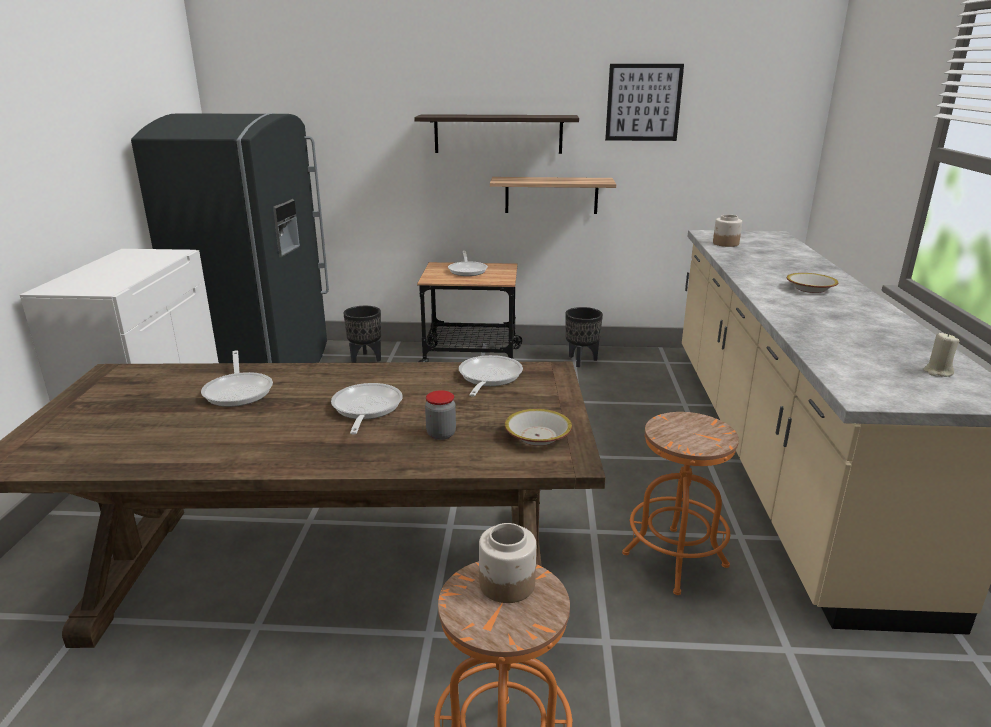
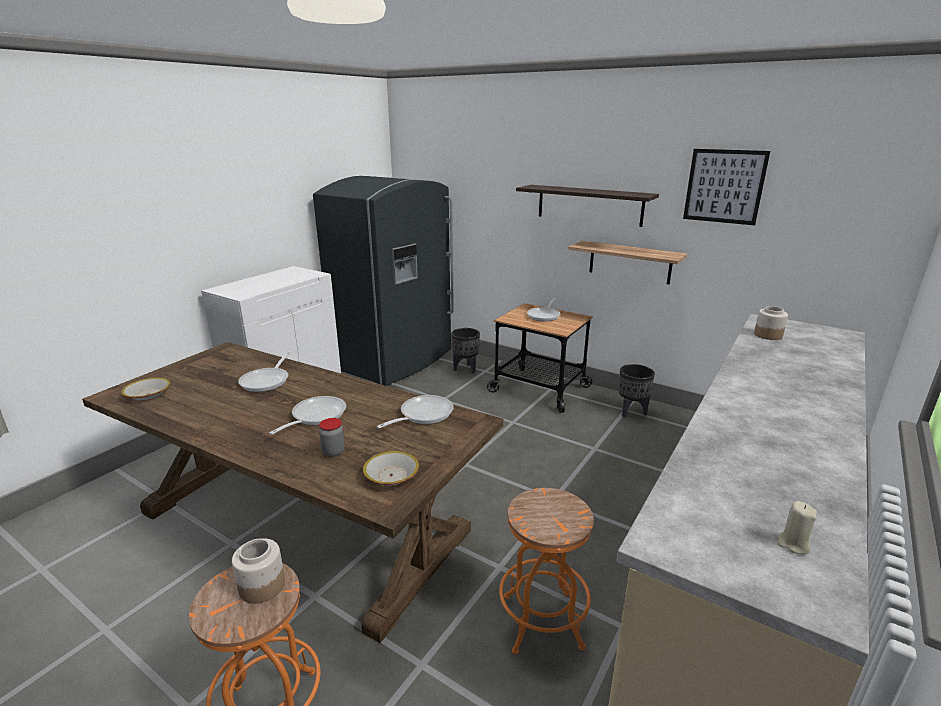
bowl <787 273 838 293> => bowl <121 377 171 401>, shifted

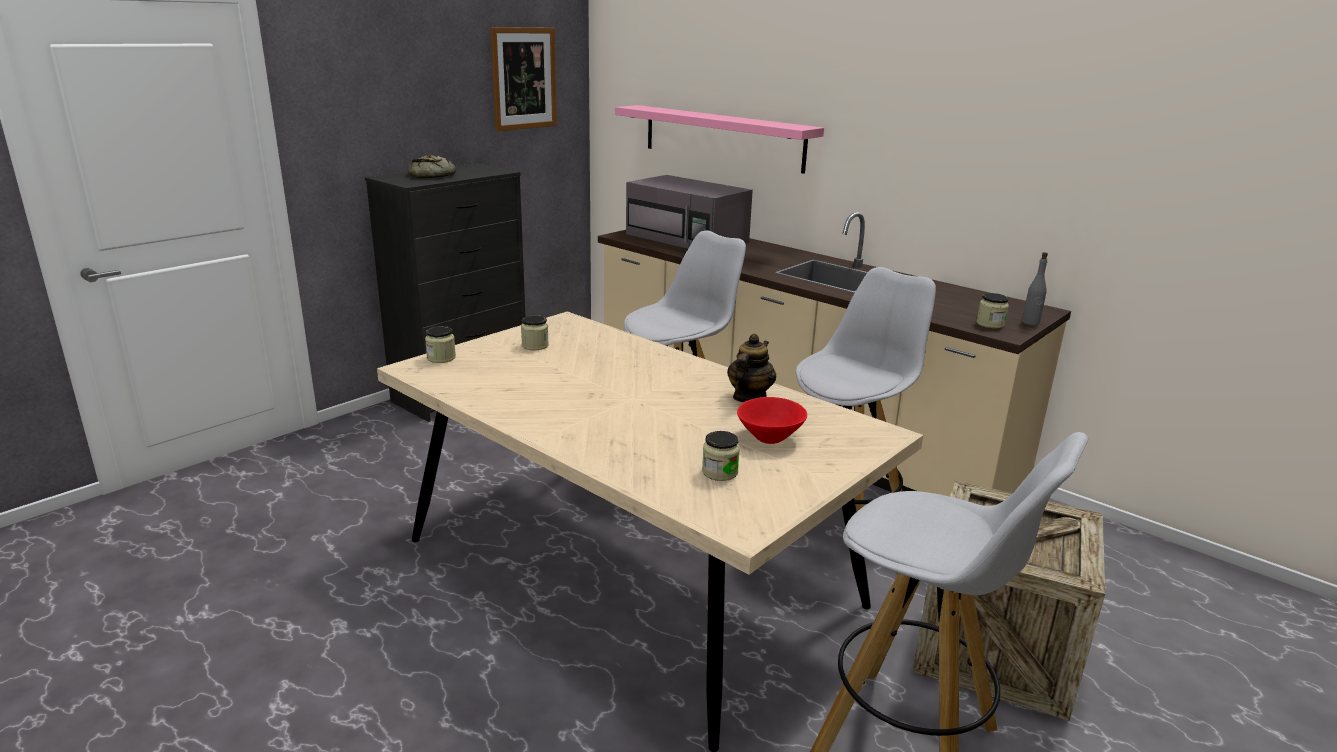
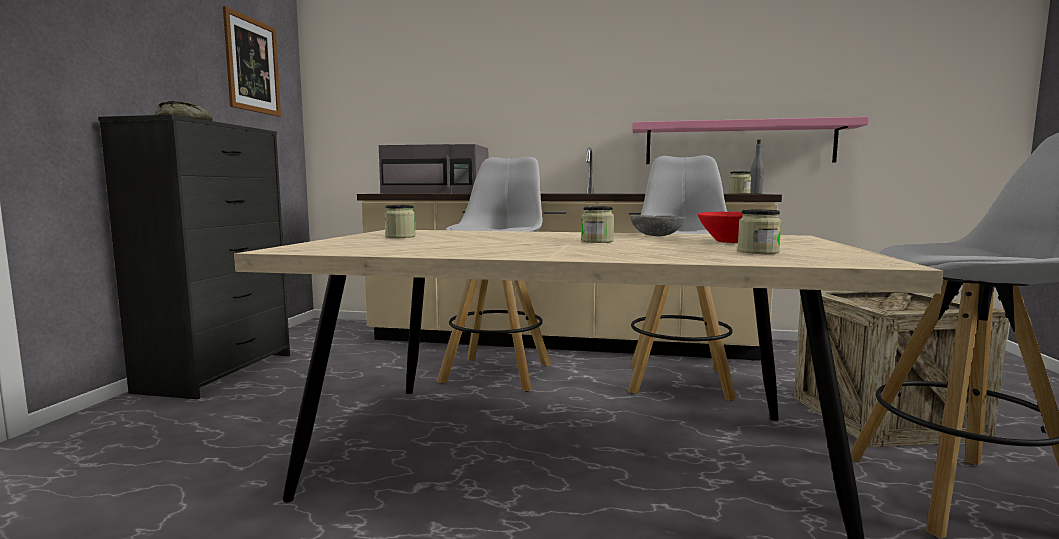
jar <425 326 456 363> => jar <581 206 614 243>, shifted
pink shelf <615 105 824 174> => pink shelf <632 117 869 164>, shifted
teapot <727 334 776 402> => grey bowl <630 215 686 237>

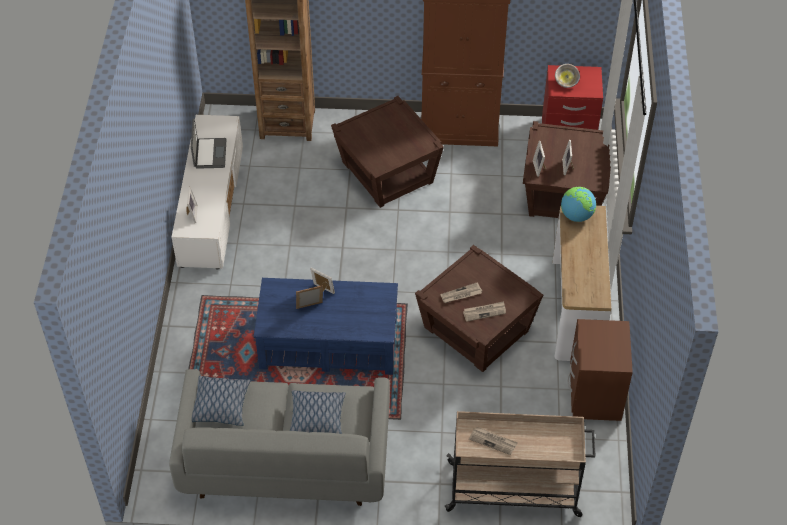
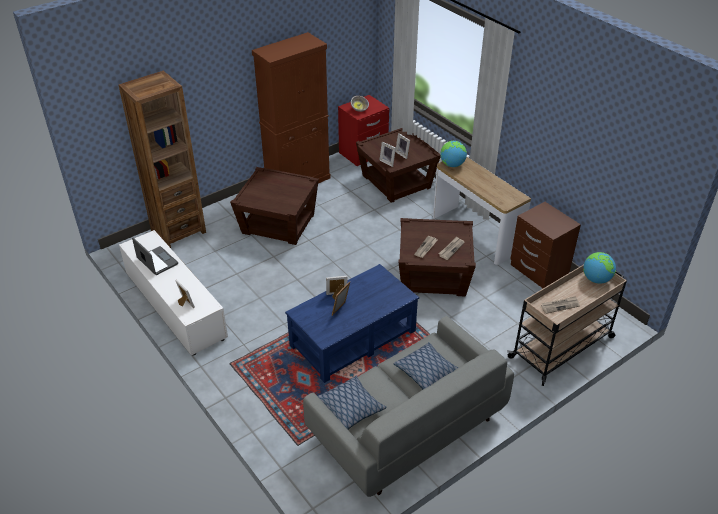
nothing => globe <583 252 616 284>

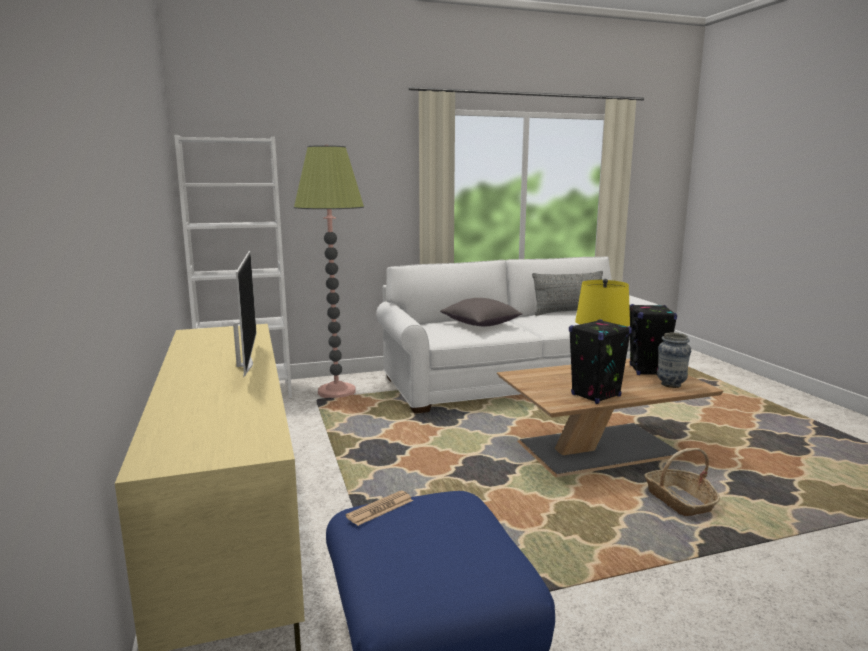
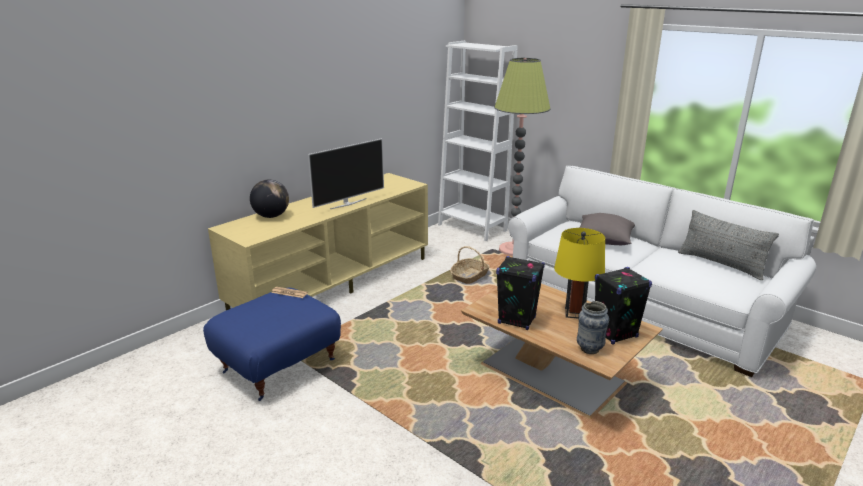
nothing => globe <250 180 289 218>
basket <644 448 720 516> => basket <450 246 490 284>, shifted

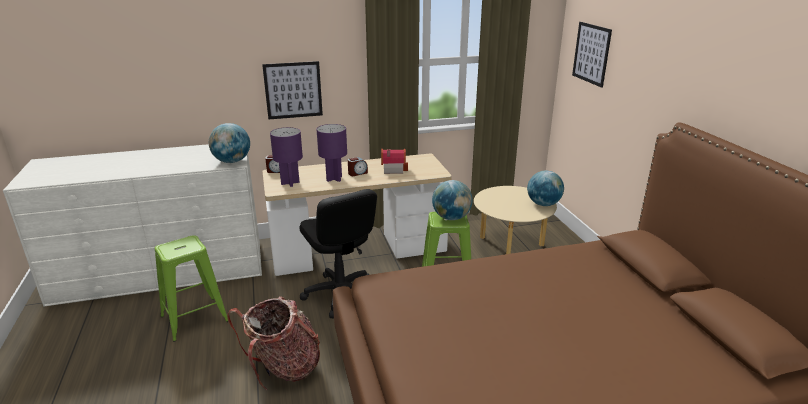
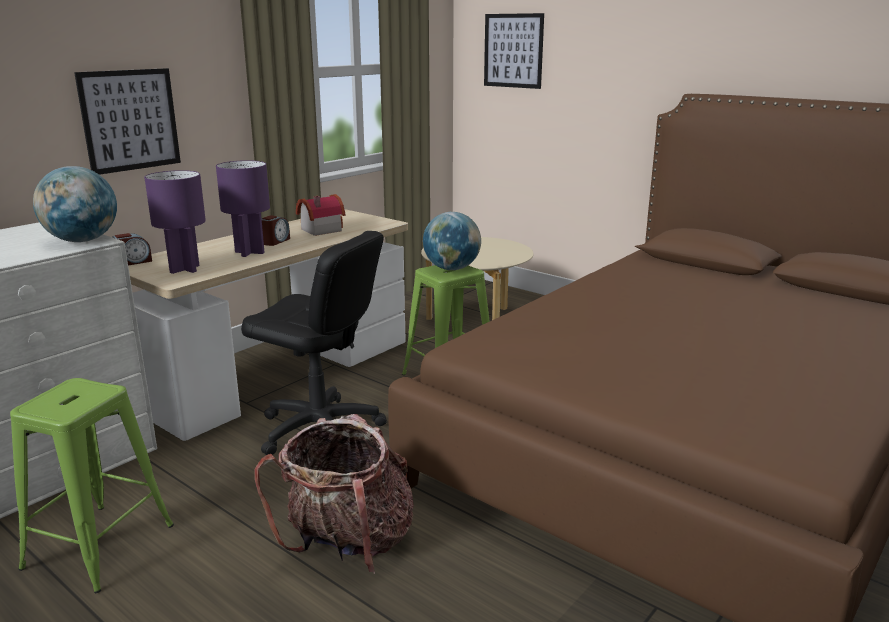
globe <527 171 564 206> => nothing

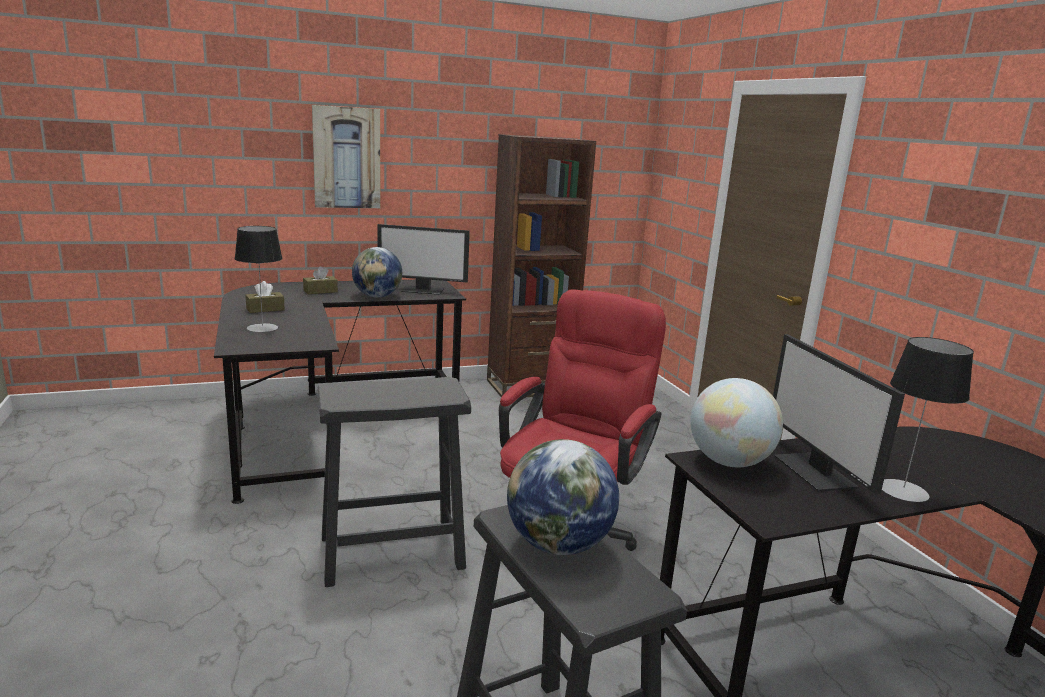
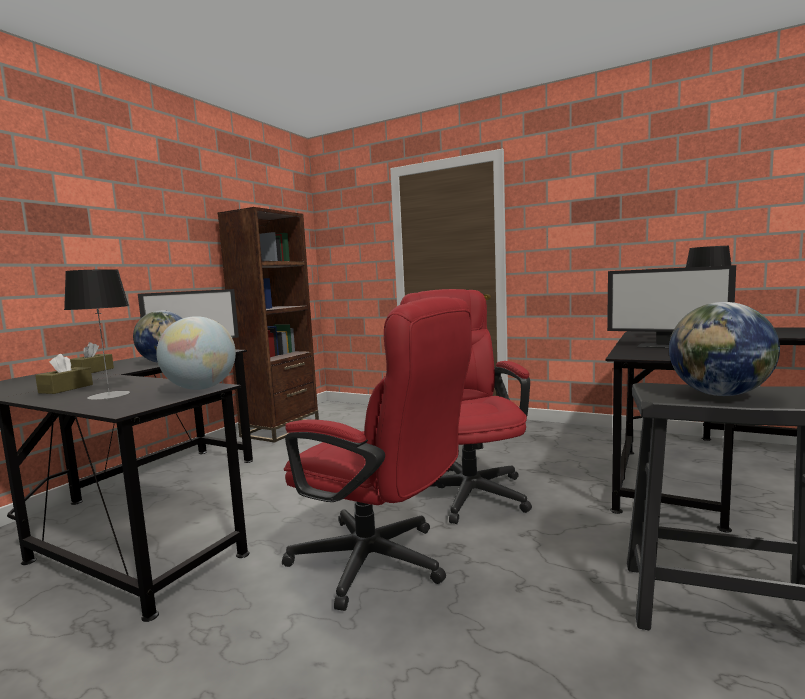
picture <312 105 380 208> => nothing
globe <690 378 783 467> => globe <156 316 236 390>, shifted
black stool <318 377 471 587> => red office chair <282 297 472 611>

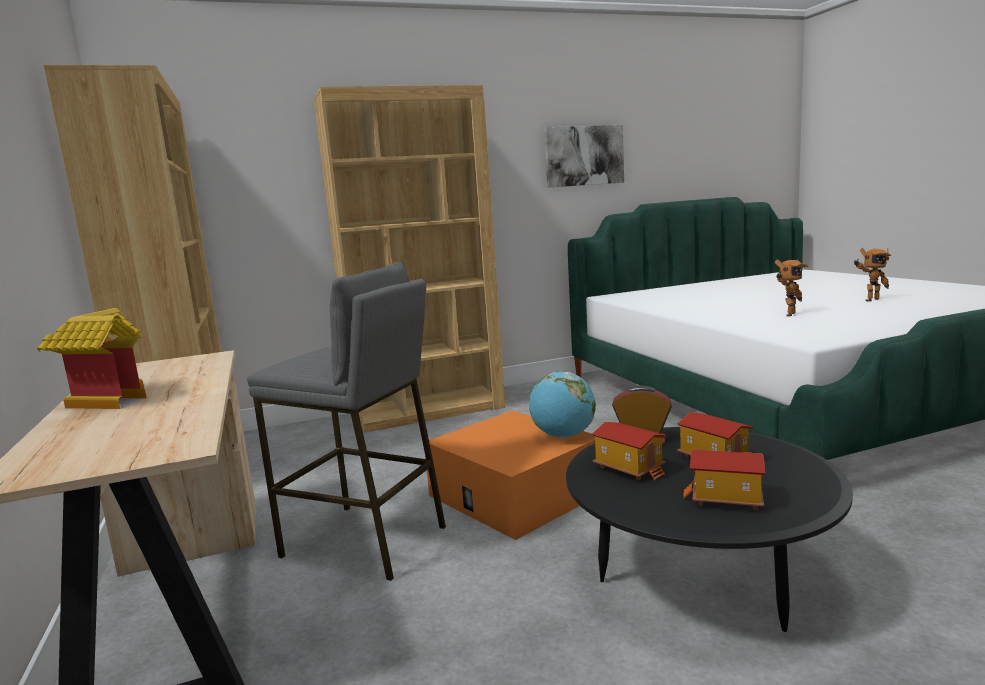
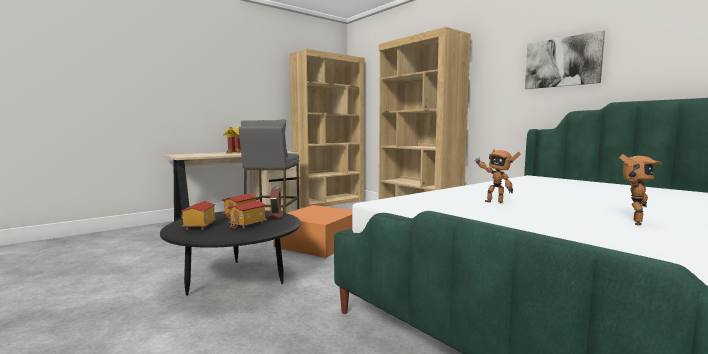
globe <529 372 596 438> => nothing
toy robot <854 248 891 301> => toy robot <619 154 663 226>, 105 degrees counterclockwise

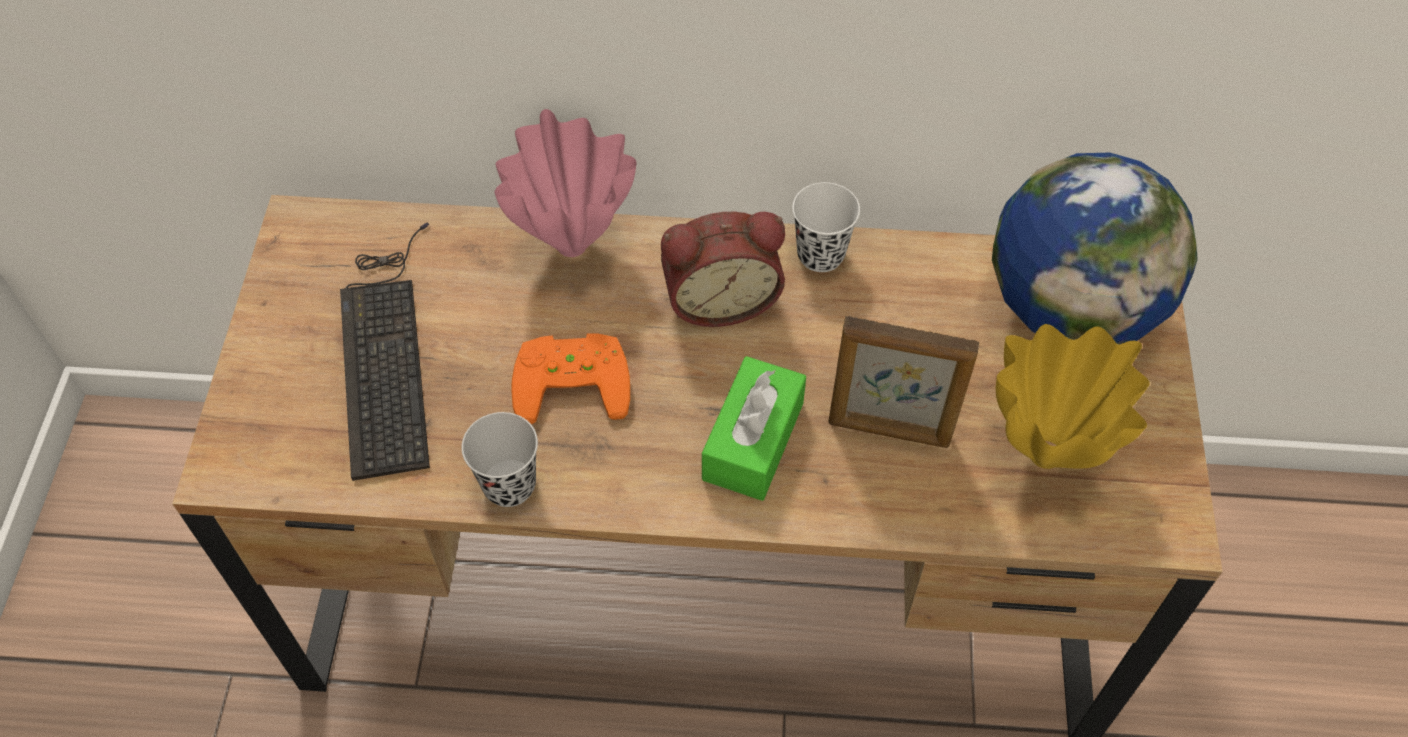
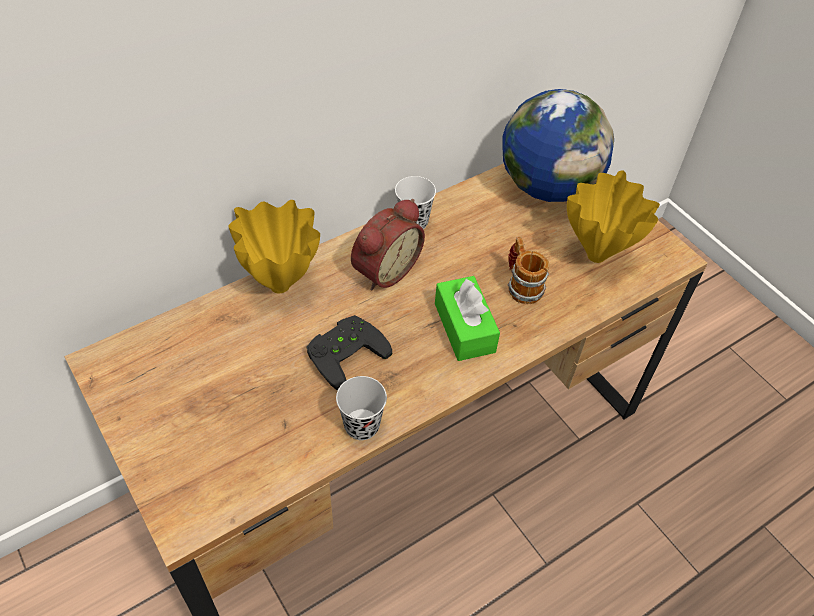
keyboard <340 223 430 481> => nothing
picture frame <829 316 979 448> => mug <508 237 549 304>
pink vase <494 109 637 257> => yellow vase <229 200 320 293>
orange game controller <512 333 630 424> => black game controller <306 315 392 391>

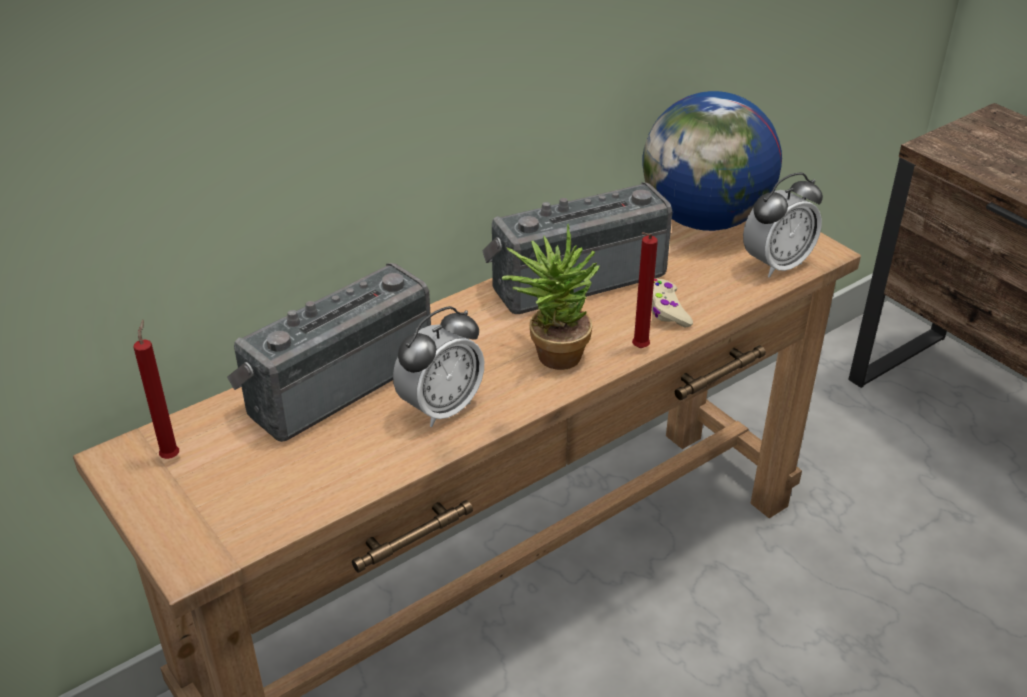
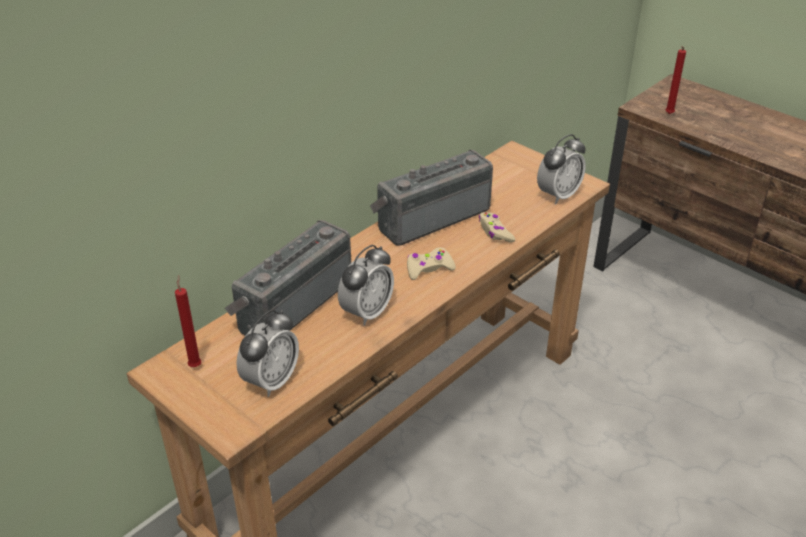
globe <642 91 782 231> => nothing
nothing => alarm clock <236 310 299 397>
red candle <632 232 658 348> => red candle <665 46 686 114>, shifted
potted plant <502 224 599 370> => beige game controller <407 247 456 280>

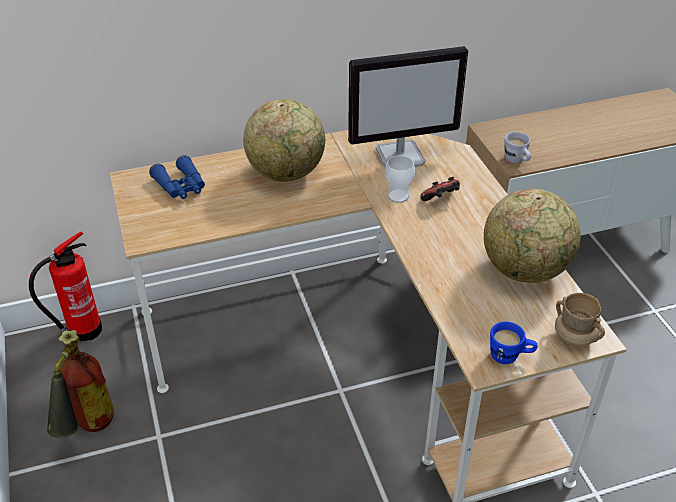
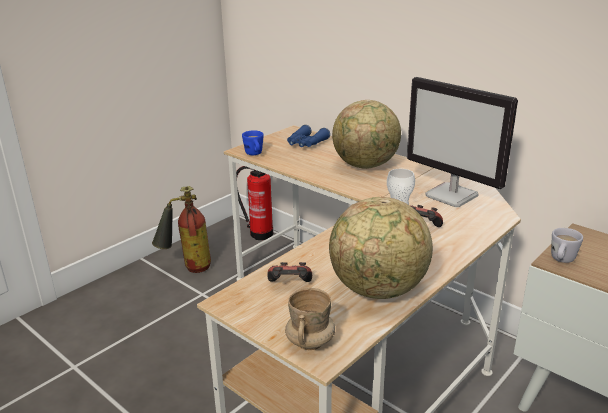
nothing => game controller <267 262 312 282>
blue mug <490 322 538 364> => blue mug <242 130 263 155>, shifted

